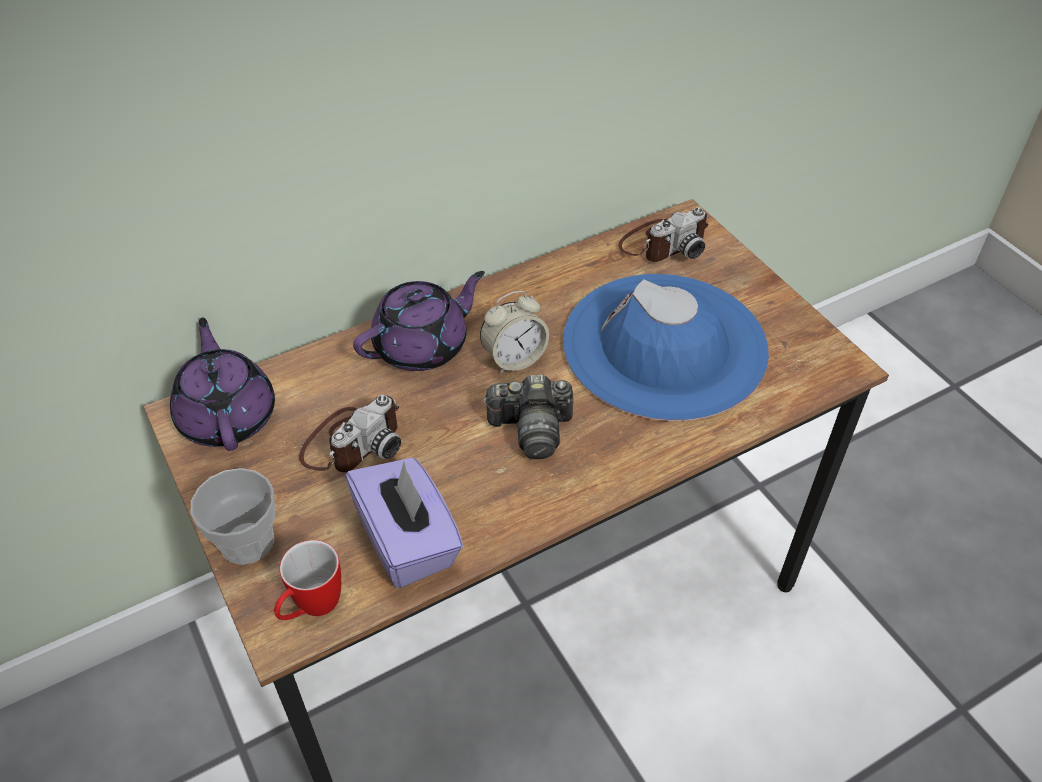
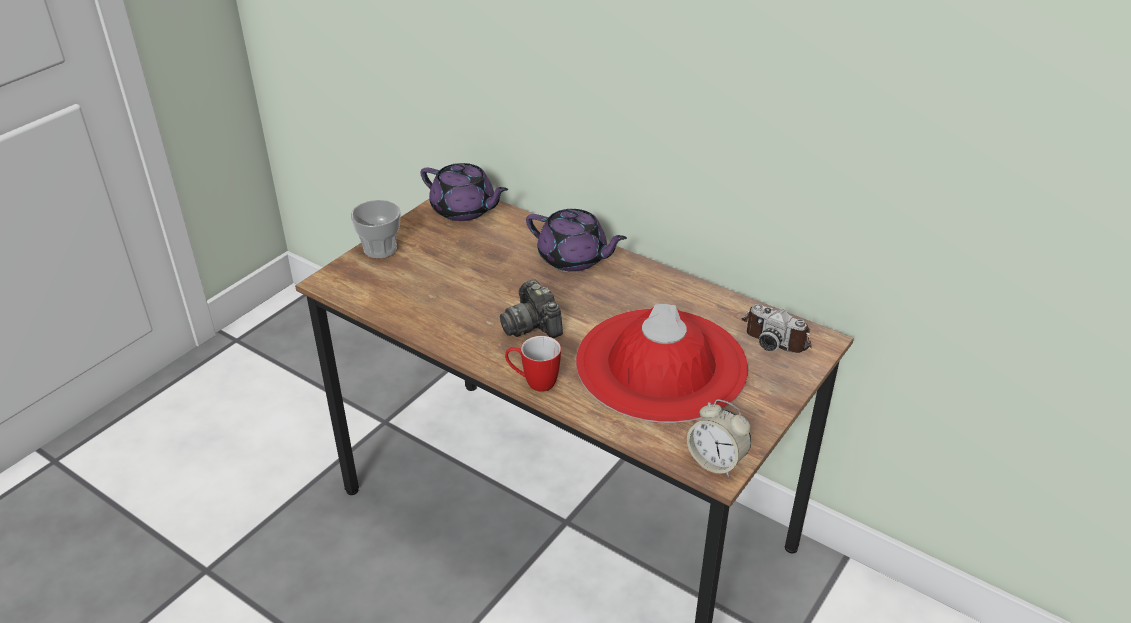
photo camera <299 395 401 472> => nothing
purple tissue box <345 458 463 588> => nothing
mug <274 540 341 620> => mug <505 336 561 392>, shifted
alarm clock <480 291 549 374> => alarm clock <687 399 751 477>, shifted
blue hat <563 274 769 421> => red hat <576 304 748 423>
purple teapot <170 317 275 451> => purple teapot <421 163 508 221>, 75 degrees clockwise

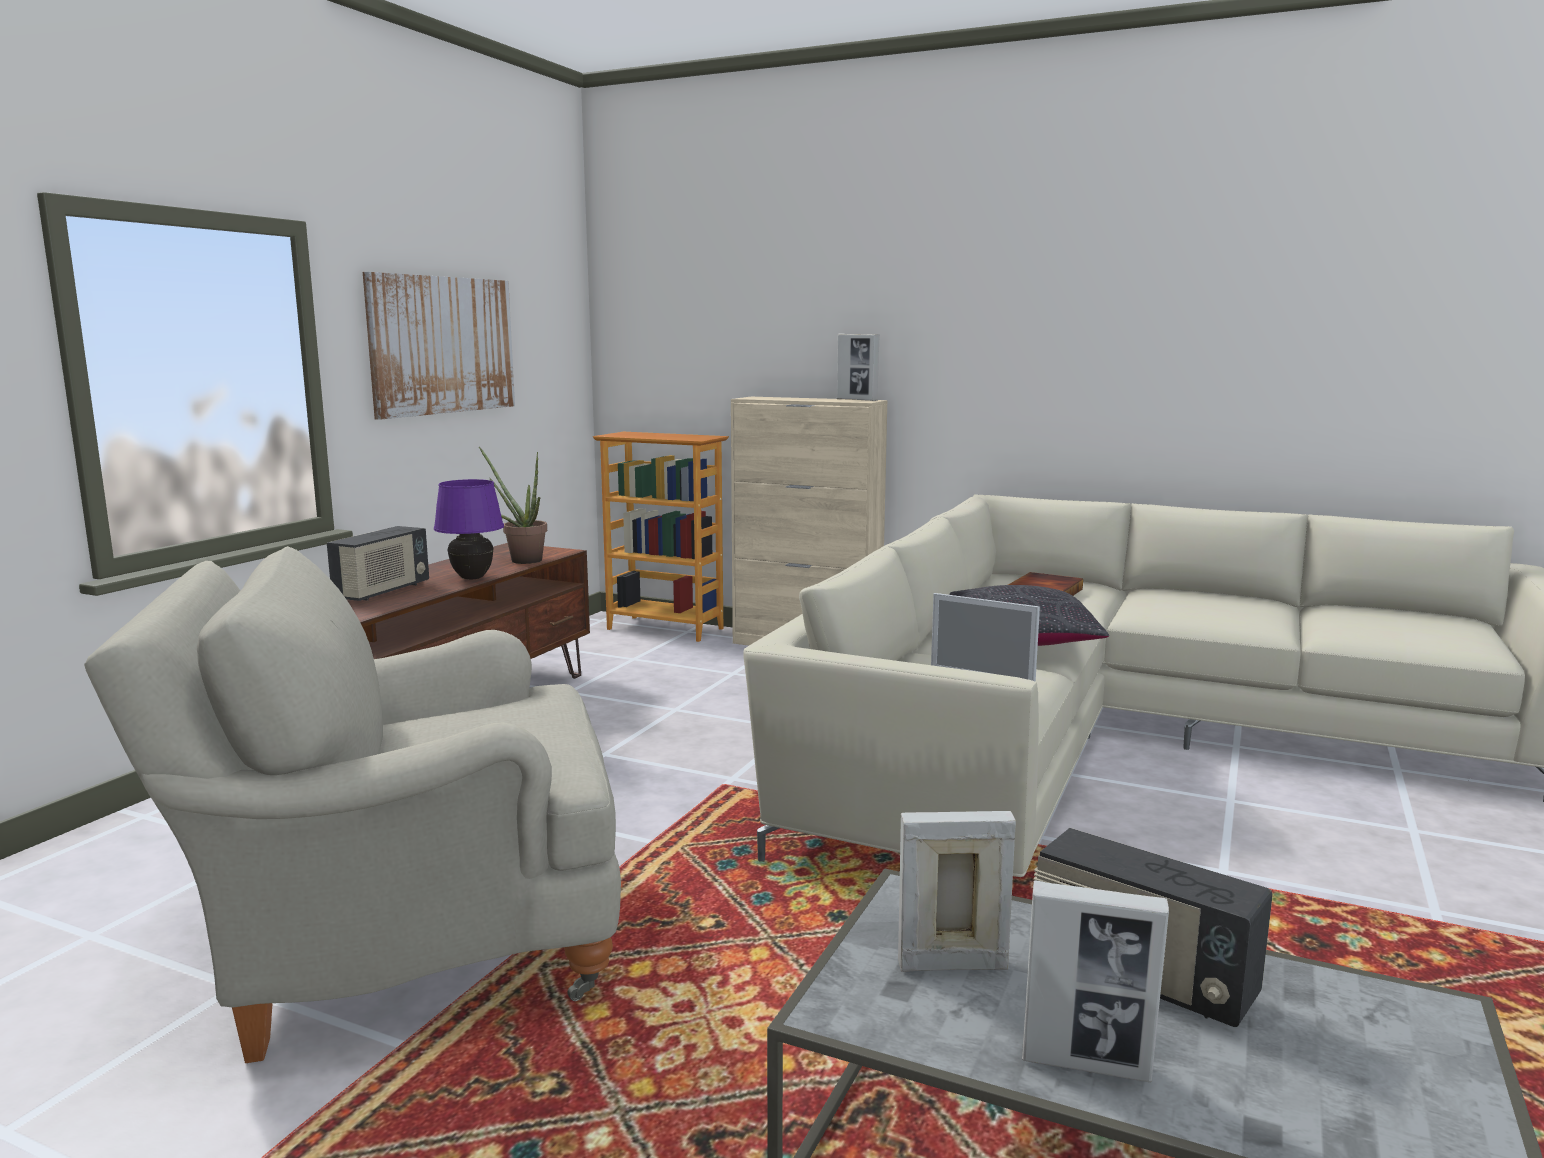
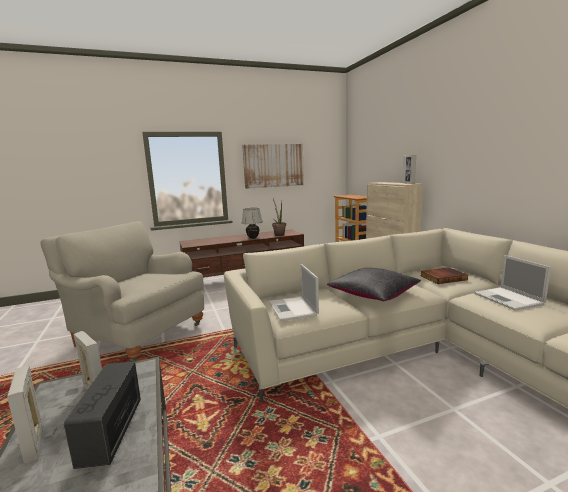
radio <327 526 429 601> => nothing
nothing => laptop <474 255 551 311>
purple table lamp <434 479 504 580> => white table lamp <242 208 263 239>

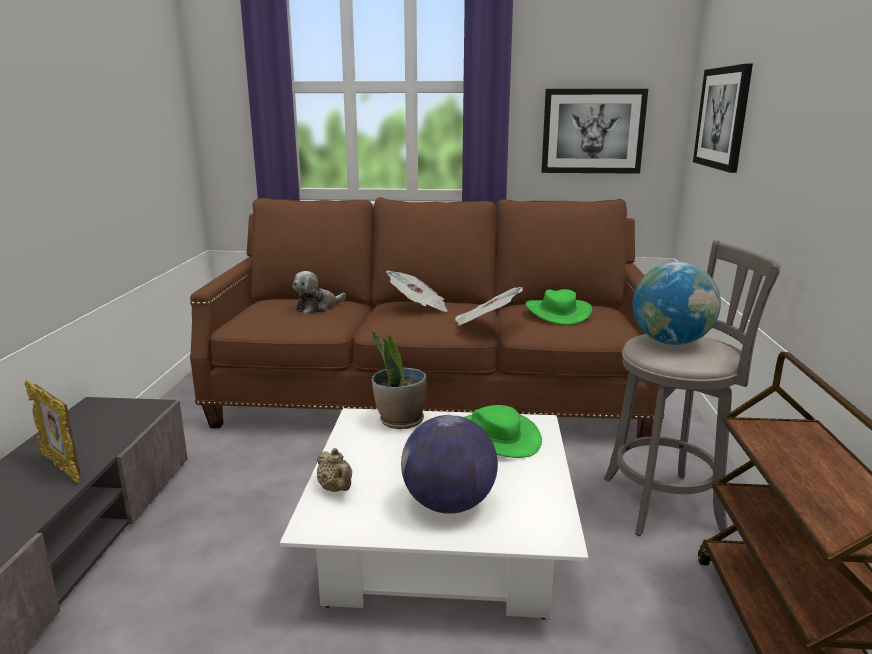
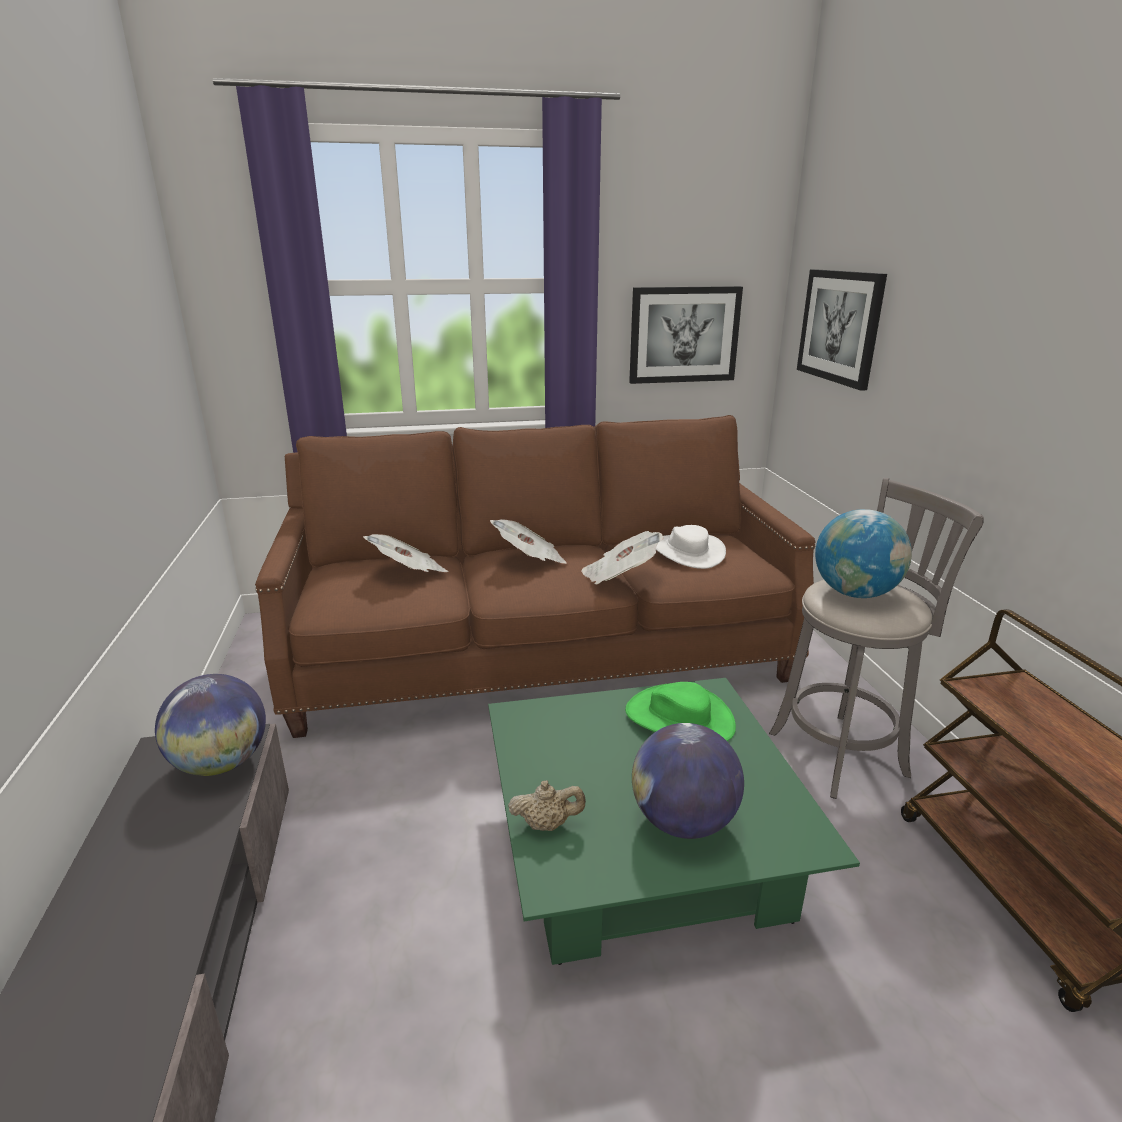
picture frame <25 380 81 483> => nothing
potted plant <372 331 427 429> => nothing
nothing => globe <155 674 266 776>
plush toy <293 271 346 314> => newspaper <363 534 449 572>
white coffee table <280 408 589 619> => green coffee table <488 678 860 965>
green hat <525 289 592 325> => white hat <656 525 726 569>
beige teapot <317 448 352 492> => beige teapot <508 780 586 831>, 45 degrees counterclockwise

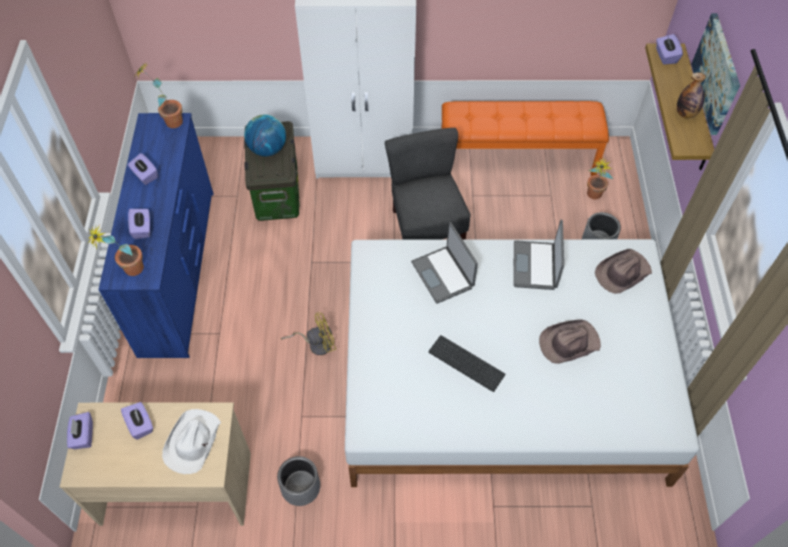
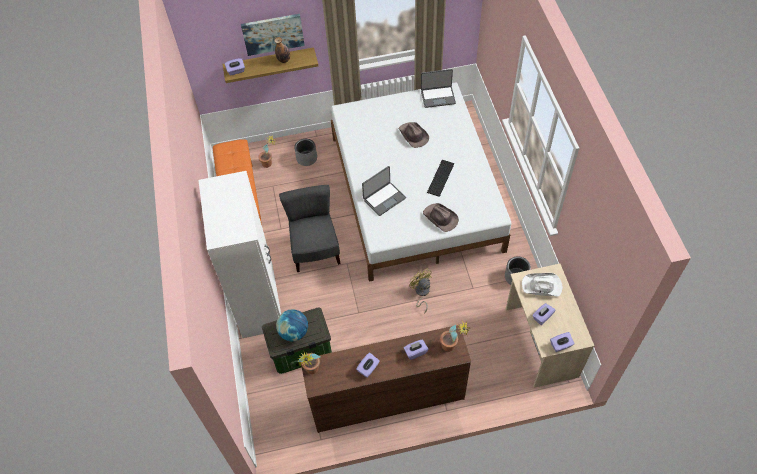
laptop <513 220 564 290> => laptop <421 69 456 108>, shifted
brown hat <595 249 652 294> => brown hat <423 203 459 232>, shifted
blue dresser <98 113 214 358> => brown dresser <301 325 471 433>
grey chair <385 128 471 240> => grey chair <279 185 340 272>, 105 degrees clockwise

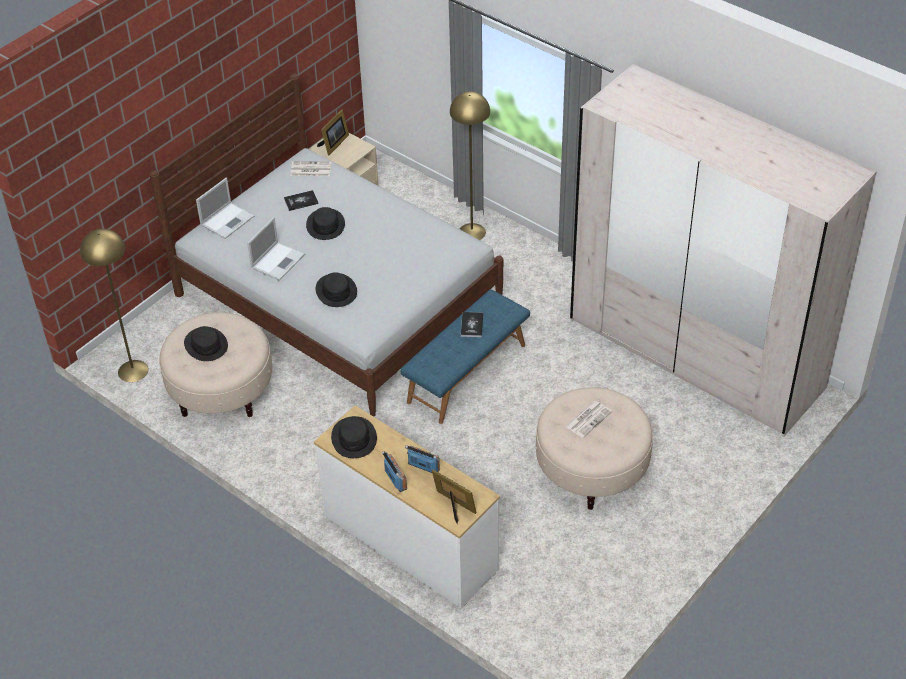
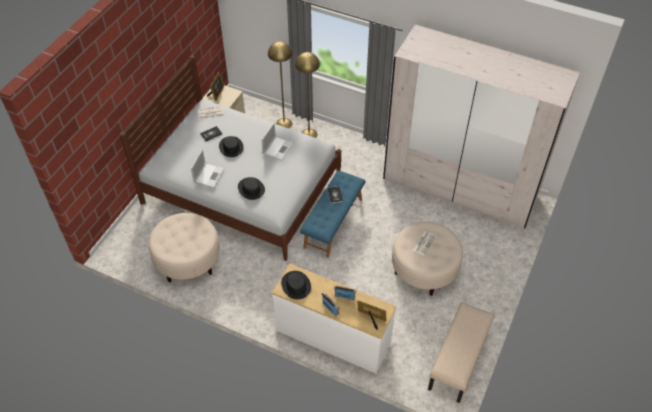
black hat <184 326 228 361> => nothing
nothing => beige bench <428 302 494 403>
yellow floor lamp <80 229 148 382> => yellow floor lamp <268 41 292 129>, shifted
laptop <196 178 254 239> => laptop <261 122 293 161>, shifted

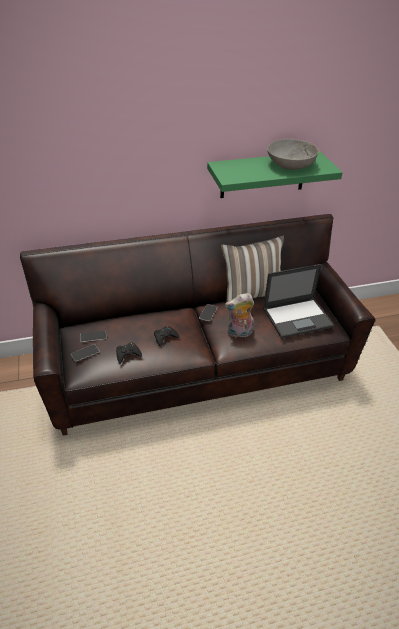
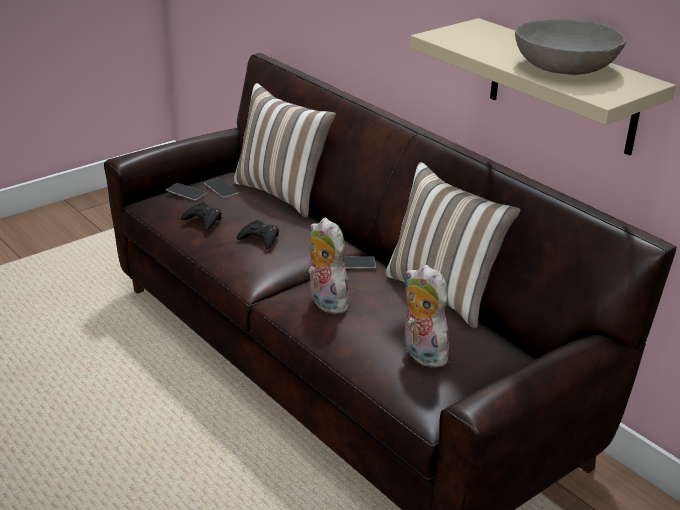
nothing => pillow <233 83 336 217>
laptop <263 264 334 338> => plush toy <404 265 449 368>
green shelf <207 152 343 198> => beige shelf <410 18 676 156>

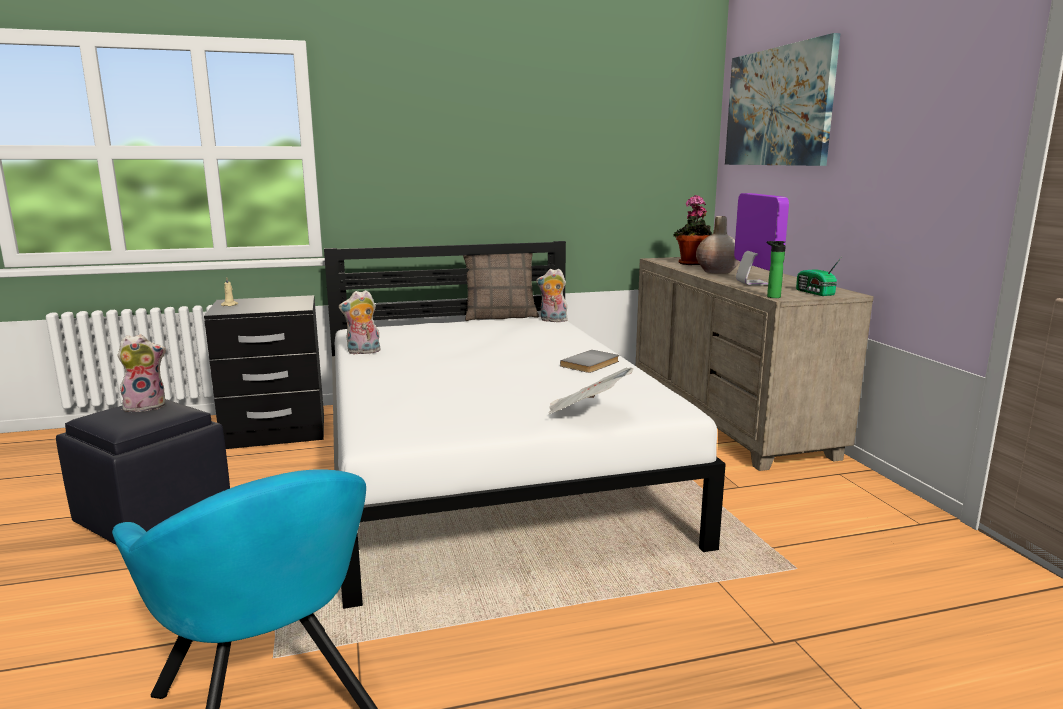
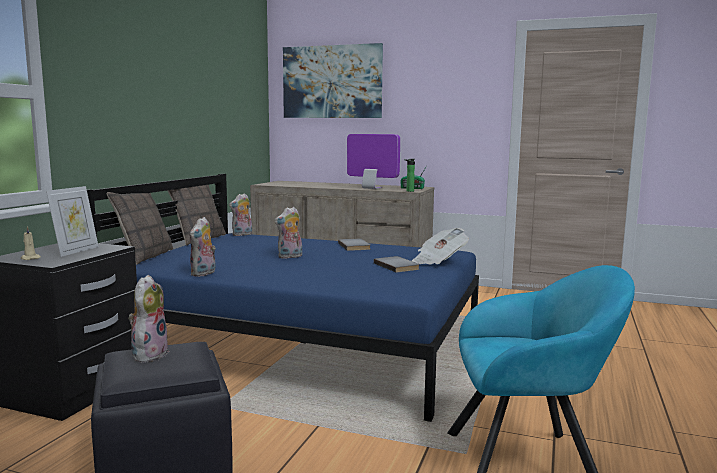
potted plant <674 195 712 265> => nothing
beige vase <696 216 740 274> => nothing
nothing => picture frame <46 186 99 257>
nothing => pillow <107 192 173 265>
nothing => plush toy <274 207 302 259>
nothing => grey book <374 256 420 273>
white bed <324 241 726 609> => blue bed <87 174 479 422>

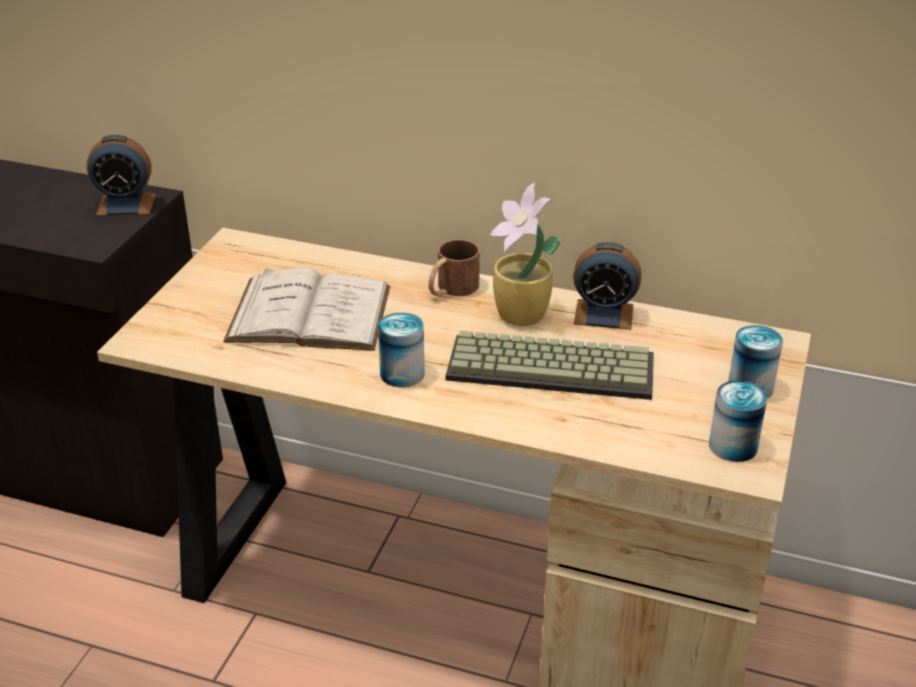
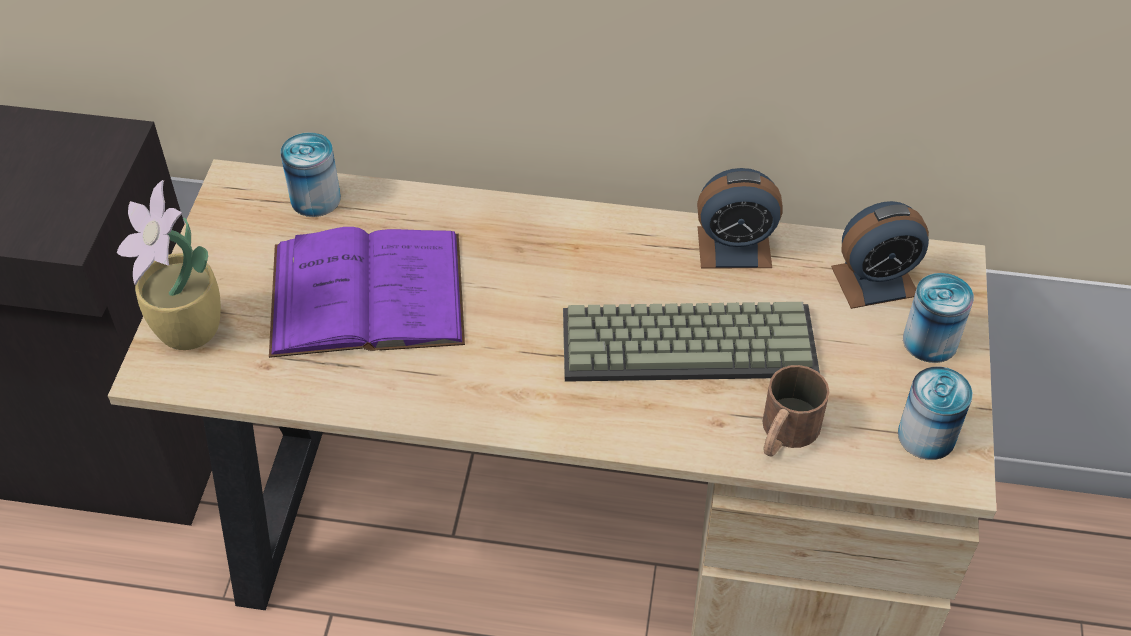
alarm clock <87 135 156 216> => alarm clock <831 201 929 309>, shifted
can <378 312 424 387> => can <280 132 341 217>, shifted
brown mug <428 240 480 296> => brown mug <762 365 830 457>, shifted
potted plant <490 183 560 326> => potted plant <117 180 221 350>, shifted
white book <223 267 390 351> => purple book <269 227 465 358>

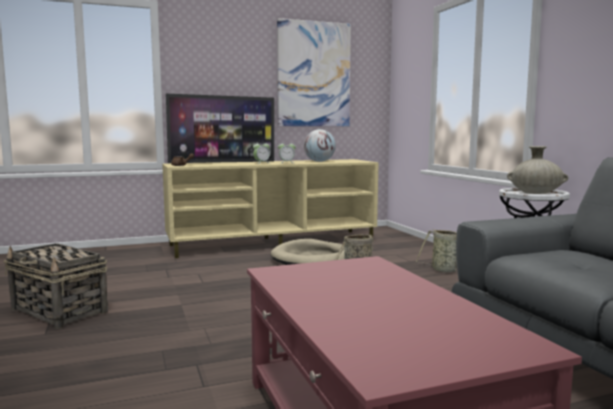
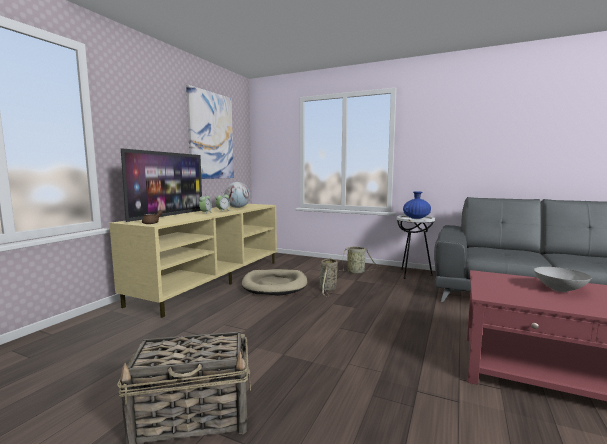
nothing => grey bowl <534 267 591 292>
beige vase <507 146 568 194> => blue vase <403 191 431 219>

